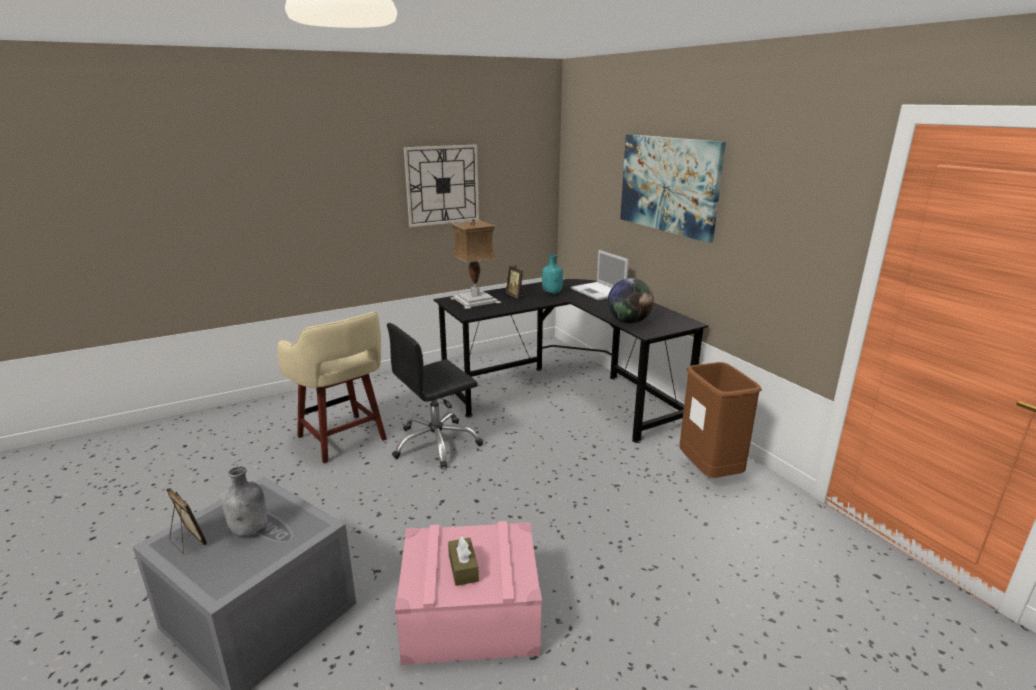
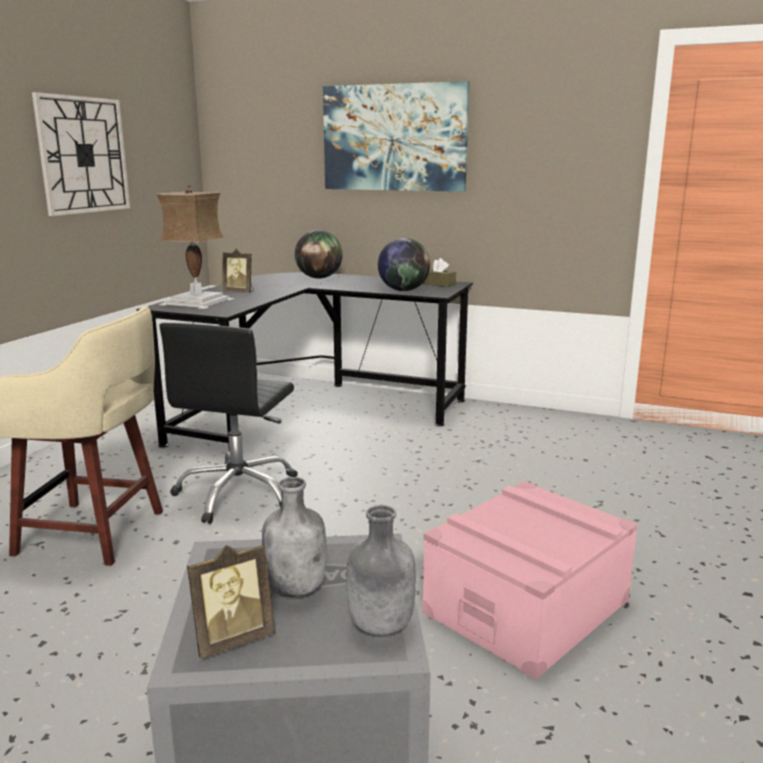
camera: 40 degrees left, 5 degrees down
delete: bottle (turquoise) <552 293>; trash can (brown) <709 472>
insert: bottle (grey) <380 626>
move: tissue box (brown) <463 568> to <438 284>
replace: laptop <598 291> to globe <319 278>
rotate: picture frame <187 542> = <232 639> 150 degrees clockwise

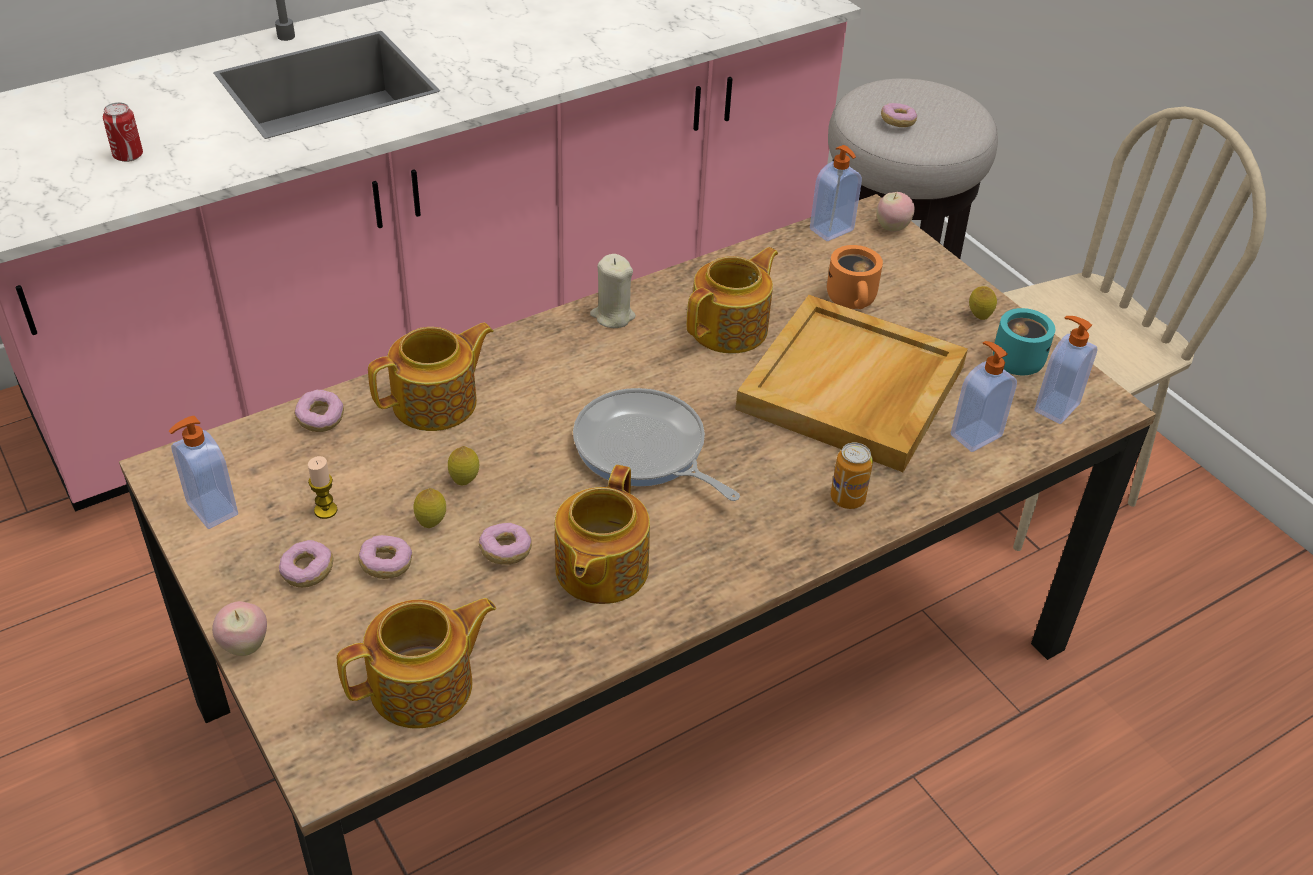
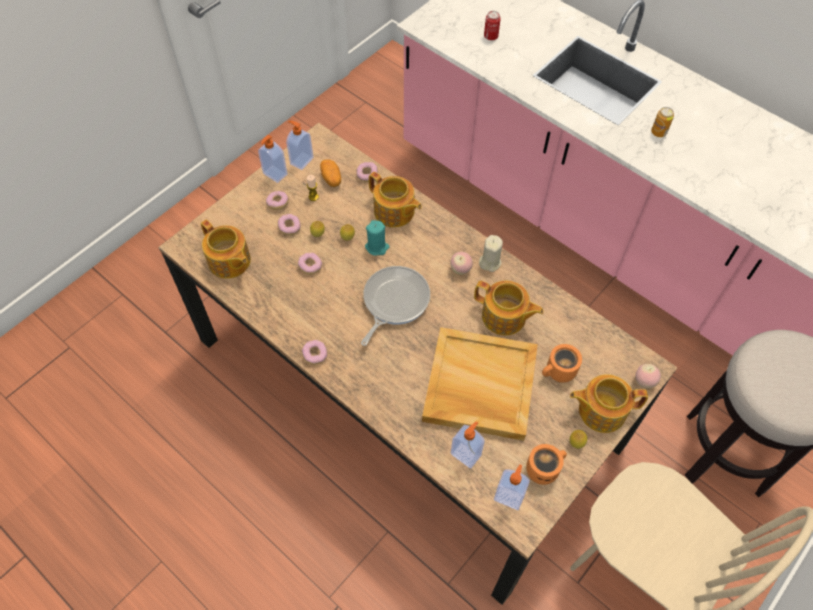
camera: 75 degrees right, 15 degrees up
insert: potato <331 178>; candle (turquoise) <377 247>
move: soap dispenser <832 230> to <274 174>; donut <897 122> to <315 355>; apple <245 646> to <460 270>; teapot <599 570> to <600 410>; can <847 498> to <658 132>
recolor: mug (turquoise) <1013 359> to mug (orange) <543 467>

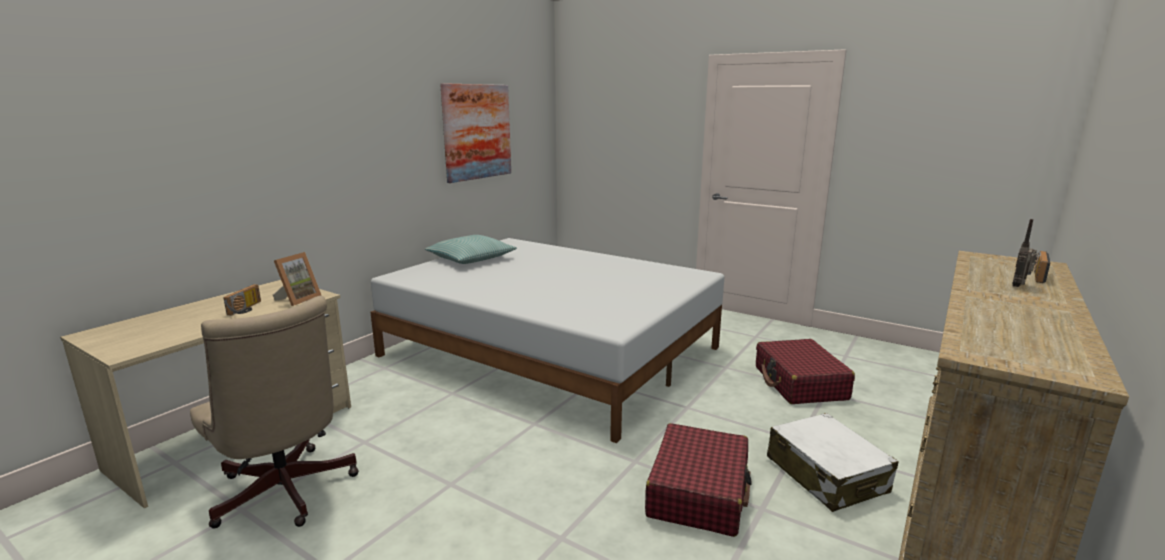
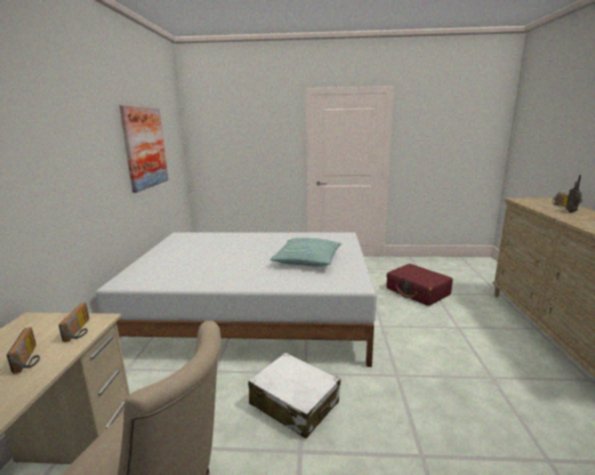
camera: 30 degrees left, 0 degrees up
delete: suitcase (red) <698 492>
move: suitcase (white) <826 475> to <294 403>; pillow <471 258> to <307 260>
replace: picture frame <298 299> to radio <80 330>

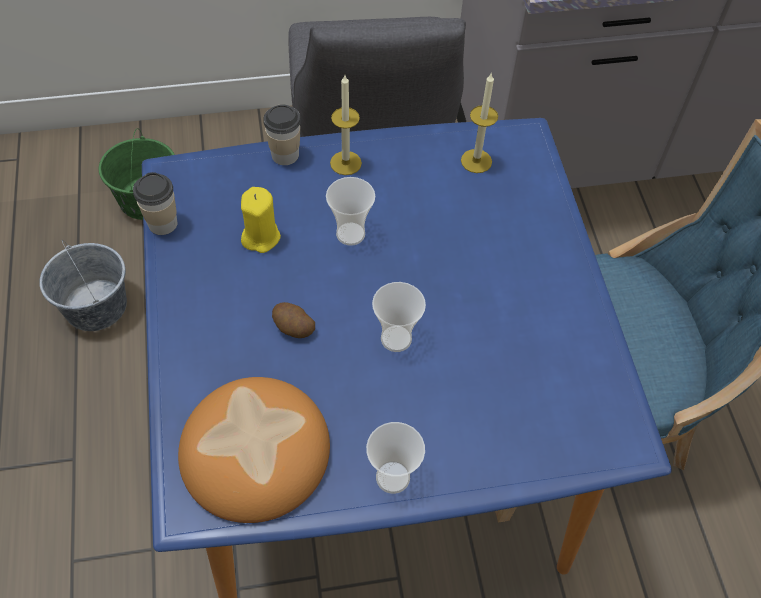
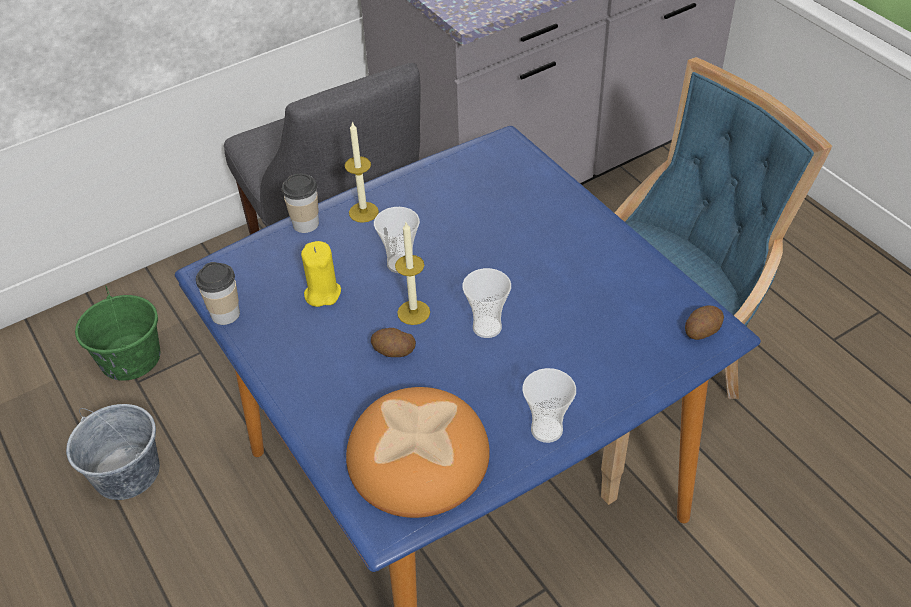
camera: 20 degrees left, 10 degrees down
insert: potato <701 330>
move: candle <476 161> to <413 312>

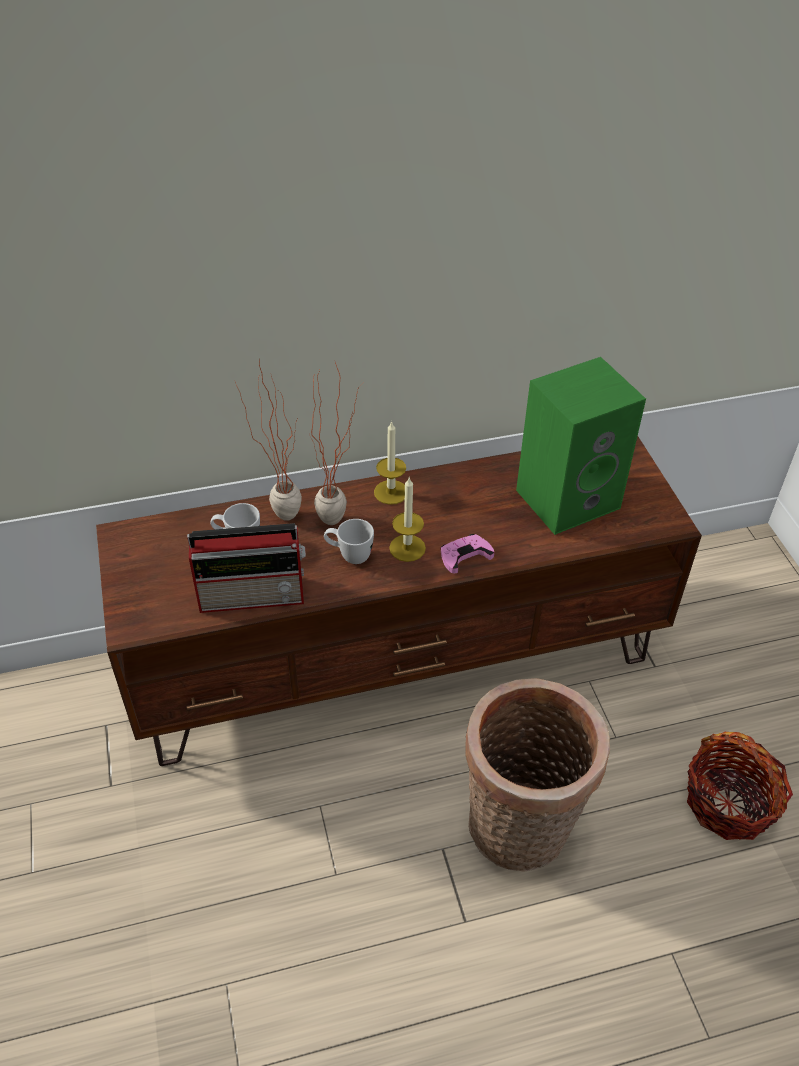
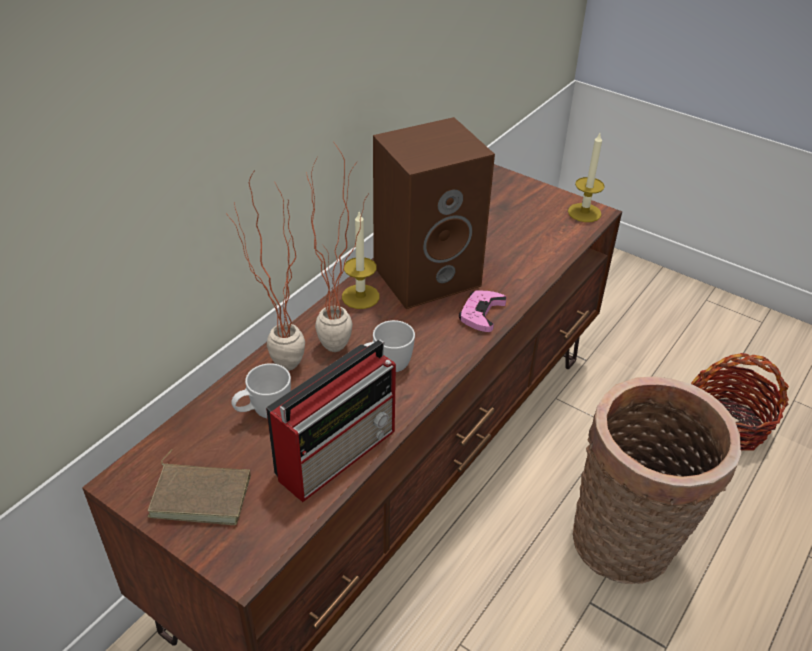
camera: 40 degrees left, 5 degrees down
delete: speaker (green) <568 497>
insert: book (brown) <202 494>; speaker (brown) <428 274>
move: candle <407 548> to <584 212>

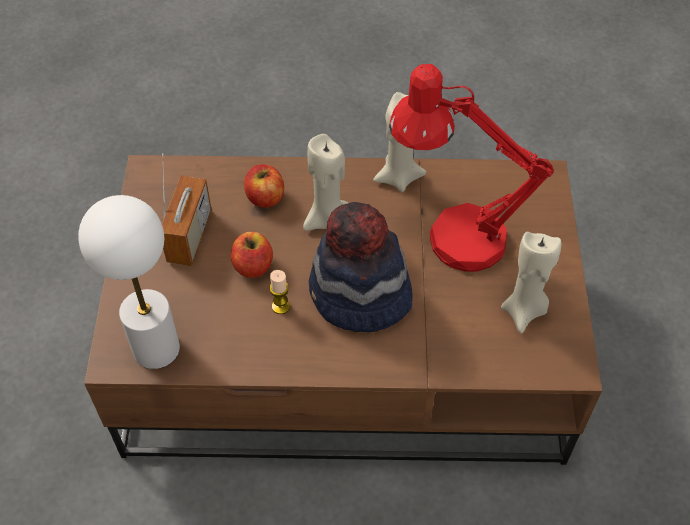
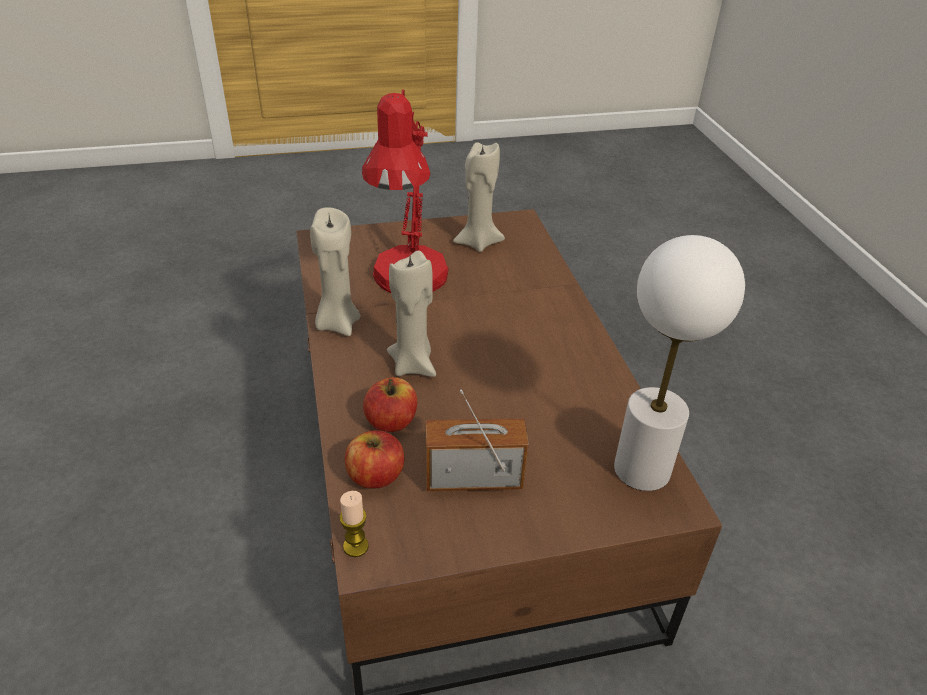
camera: 105 degrees left, 15 degrees down
delete: hat <359 296>
move: candle <280 306> to <355 546>; apple <253 266> to <375 476>

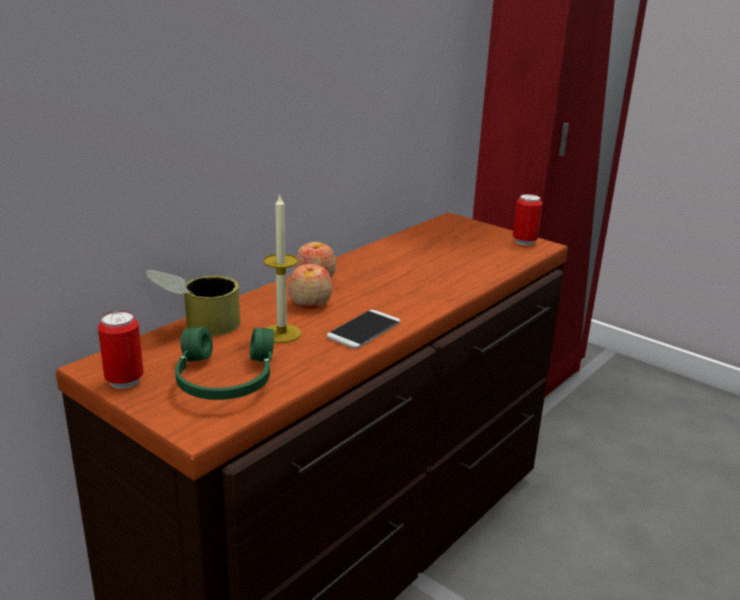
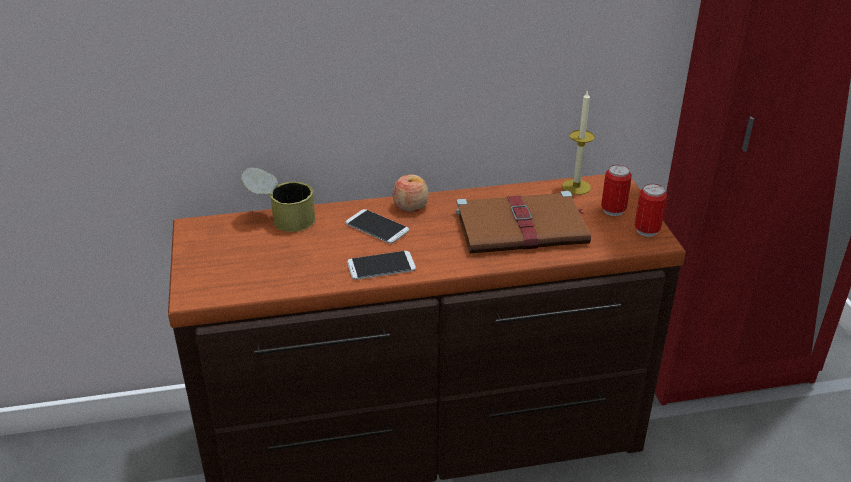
camera: 40 degrees right, 10 degrees up
delete: headphones (green) <224 380>
insert: book (brown) <523 228>
move: candle <281 333> to <576 187>; can <124 381> to <613 210>
replace: apple <310 303> to phone <377 227>

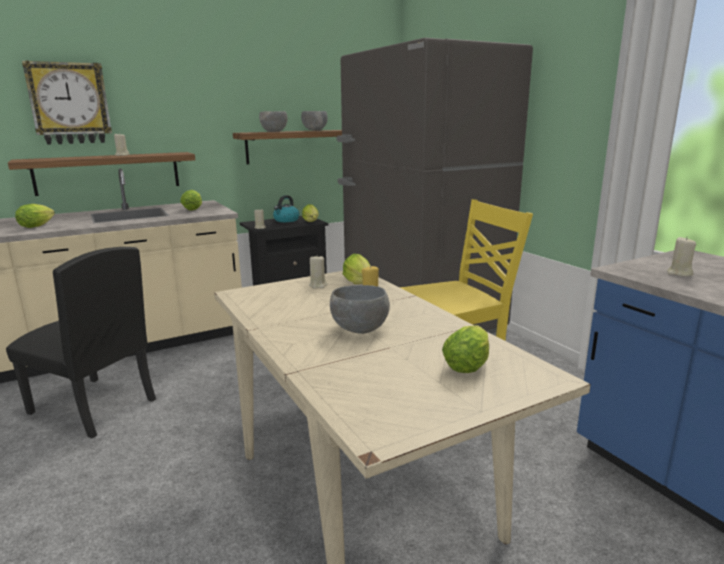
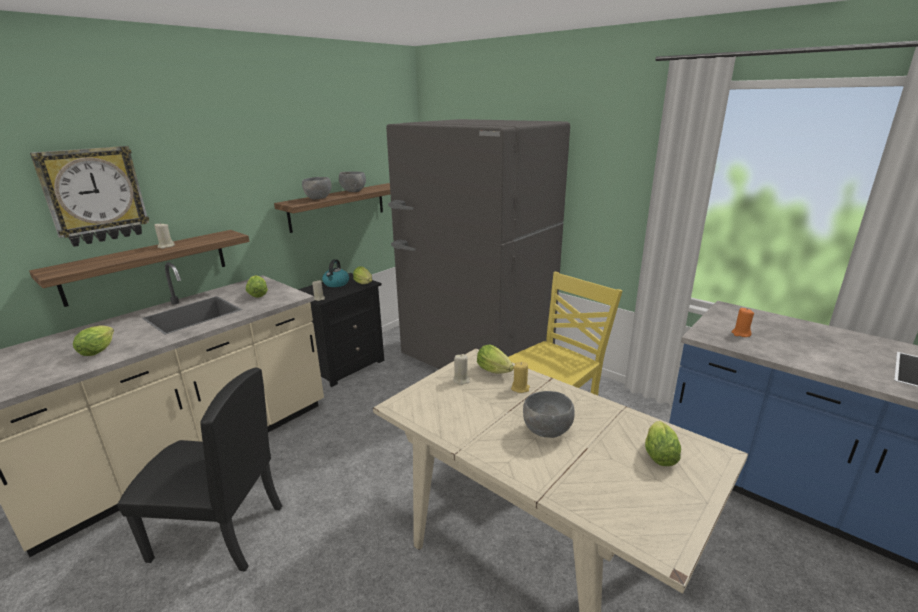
camera: 20 degrees left, 5 degrees up
recolor: candle (beige) <679 273> to candle (orange) <740 334>

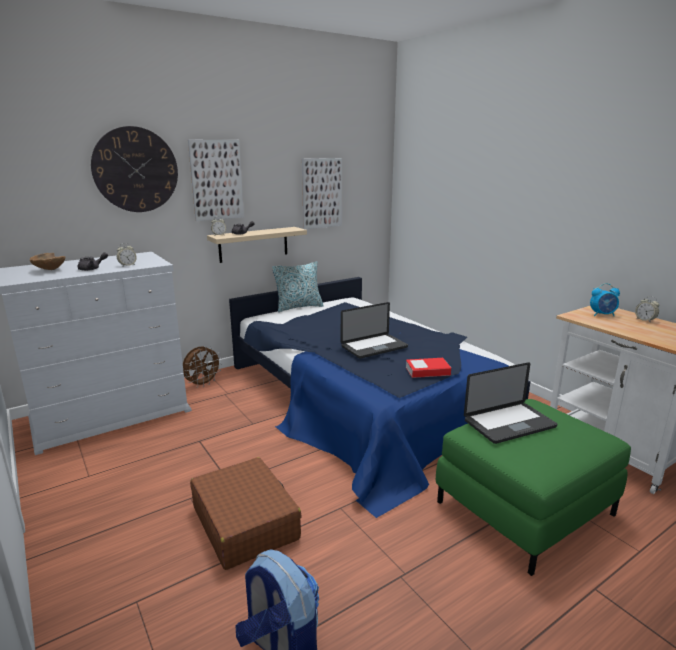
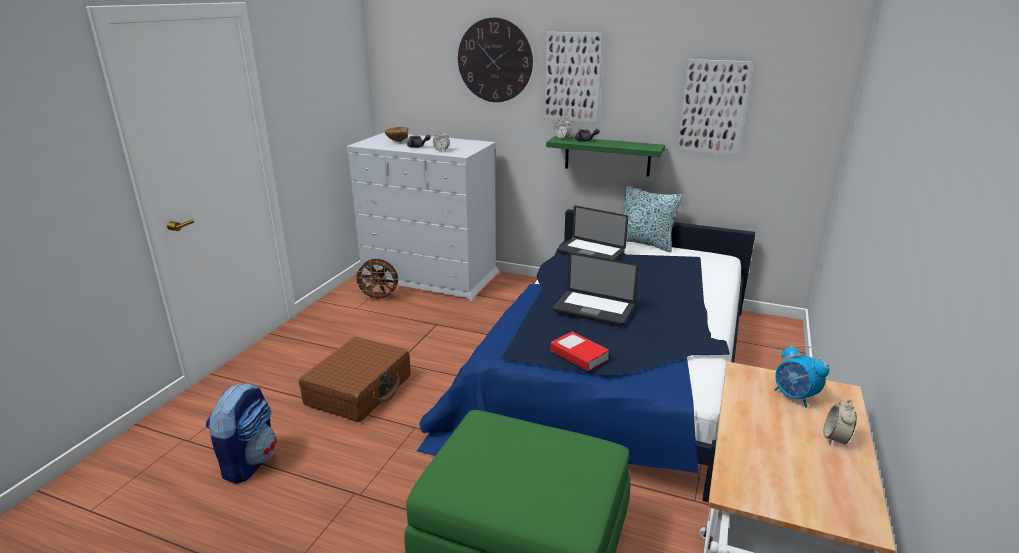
camera: 55 degrees right, 5 degrees up
move: fan (brown) <203 384> to <379 299>; laptop <509 424> to <590 252>
recolor: shelf (beige) <253 244> to shelf (green) <607 156>

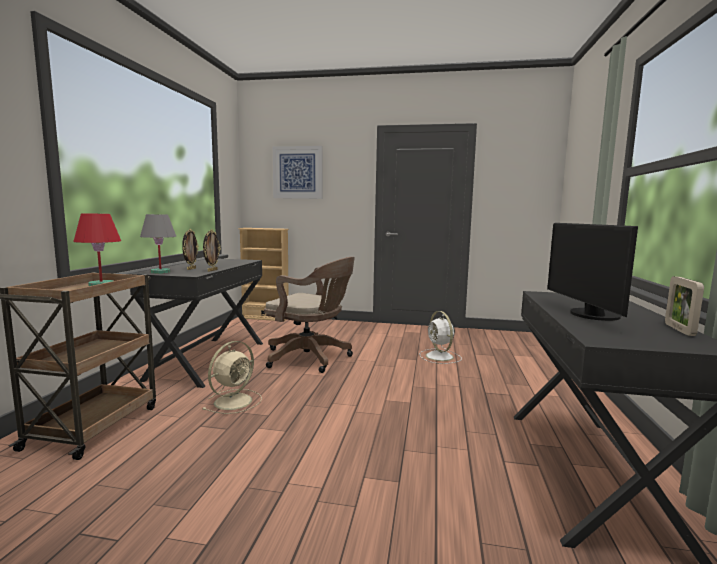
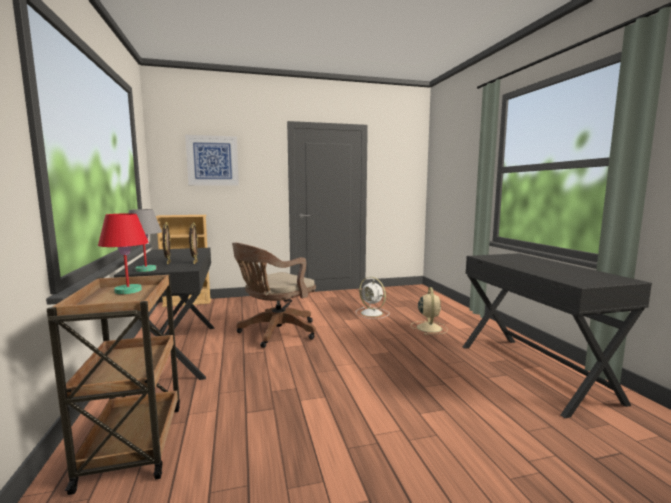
camera: 25 degrees left, 0 degrees up
delete: monitor <589 315>; picture frame <679 329>
move: fan (beige) <234 401> to <429 327>
rotate: office chair (brown) <311 358> = <275 333> 135 degrees clockwise

